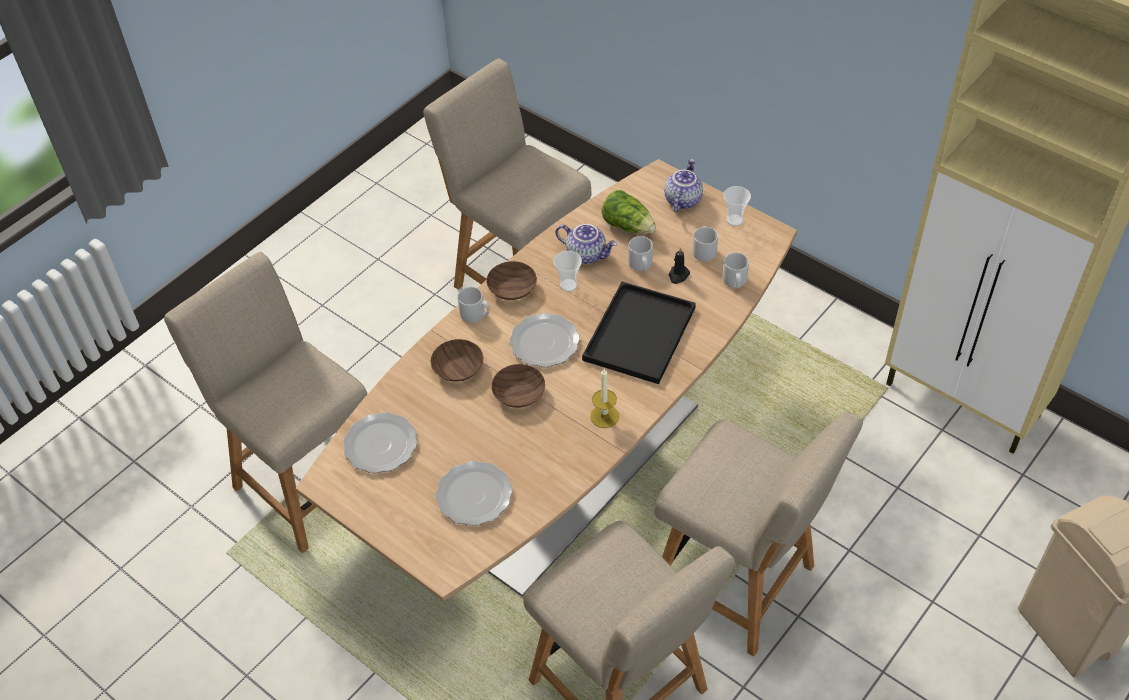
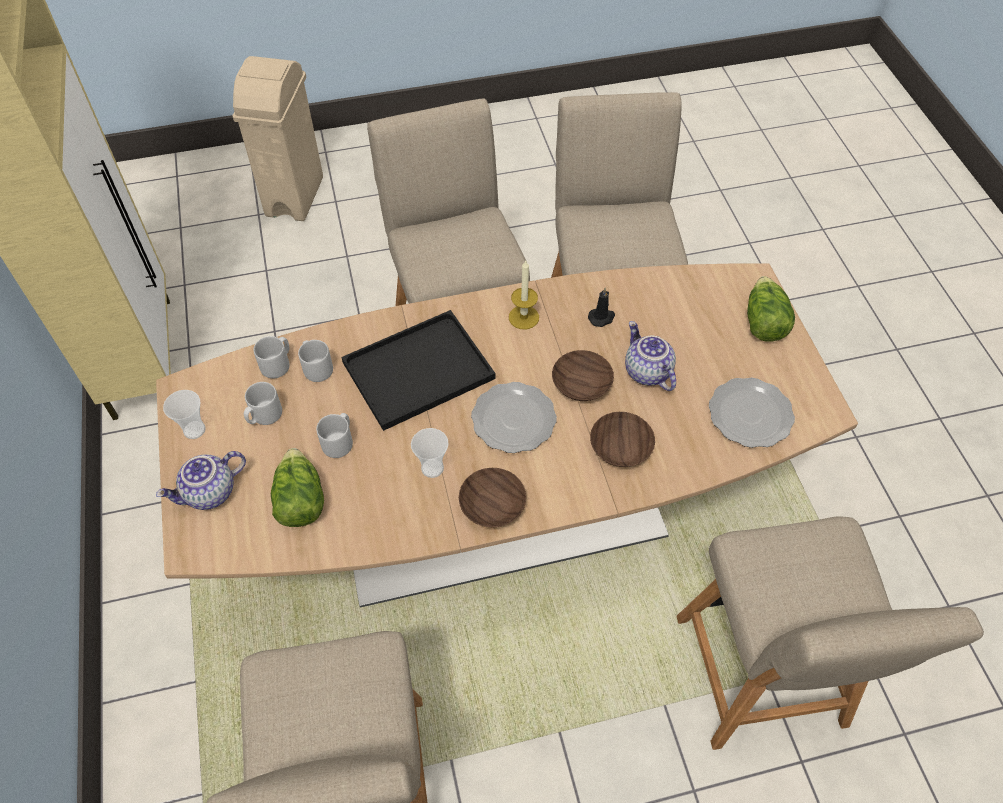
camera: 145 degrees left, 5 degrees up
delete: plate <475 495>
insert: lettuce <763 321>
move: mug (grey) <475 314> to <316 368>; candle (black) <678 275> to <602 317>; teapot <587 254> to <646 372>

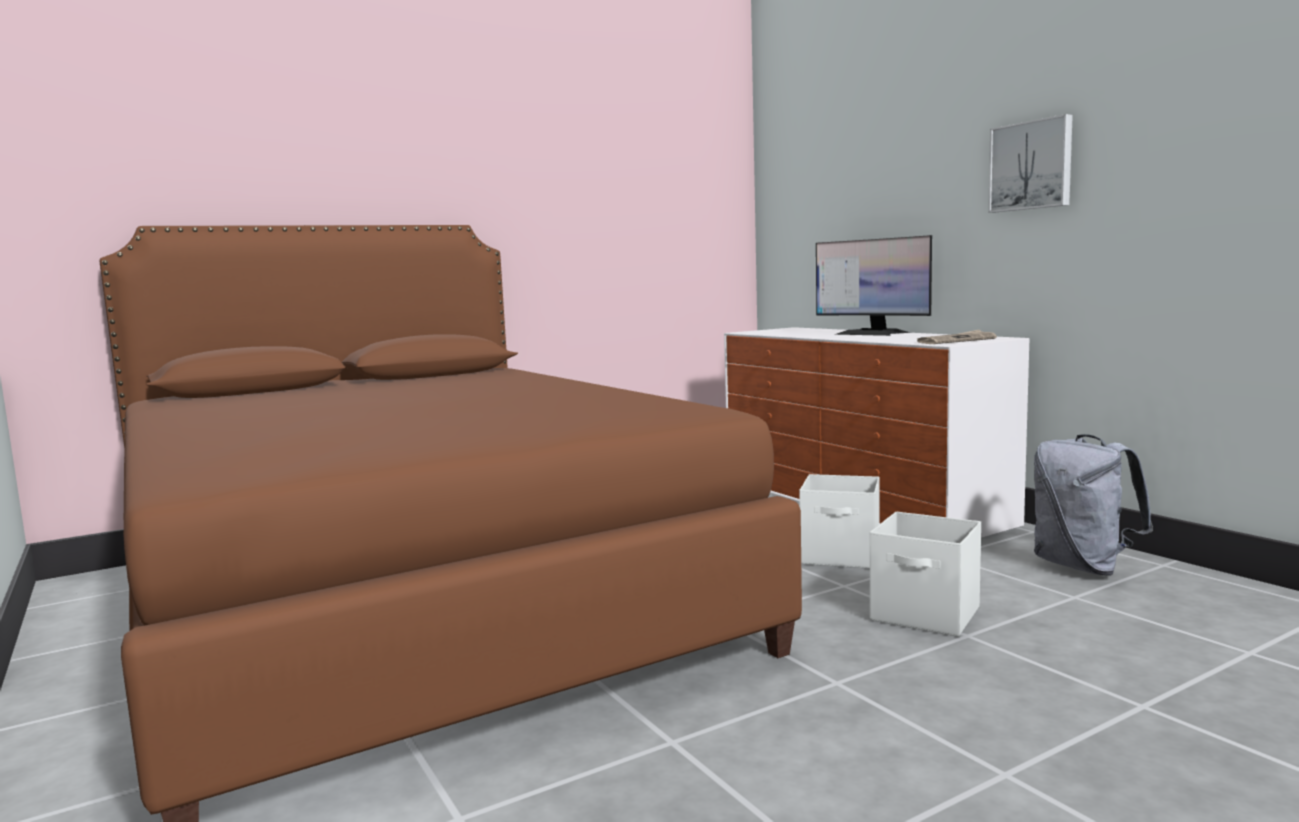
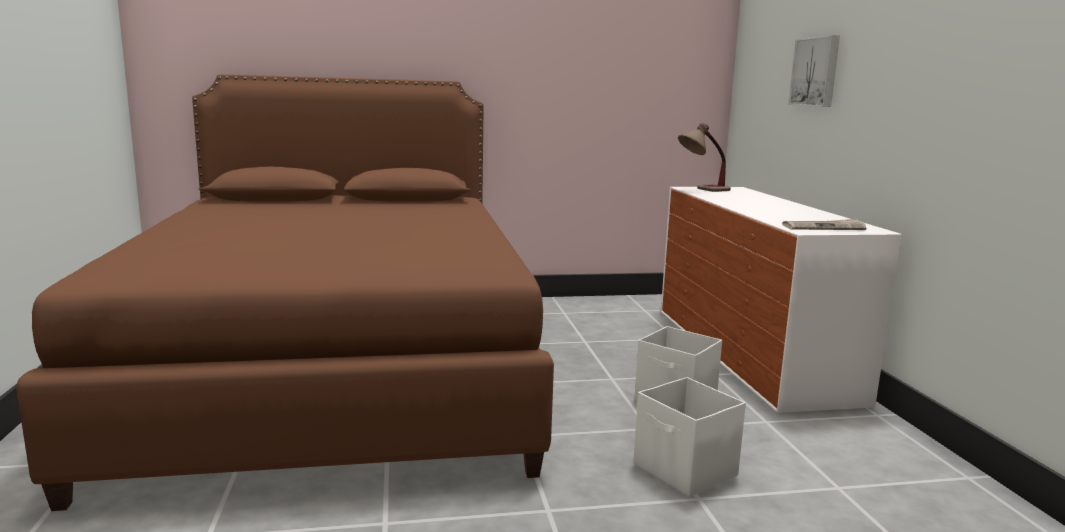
camera: 20 degrees right, 5 degrees up
delete: monitor <872 333>; backpack (grey) <1083 567>
insert: table lamp <701 190>
move: picture <1031 165> to <816 72>

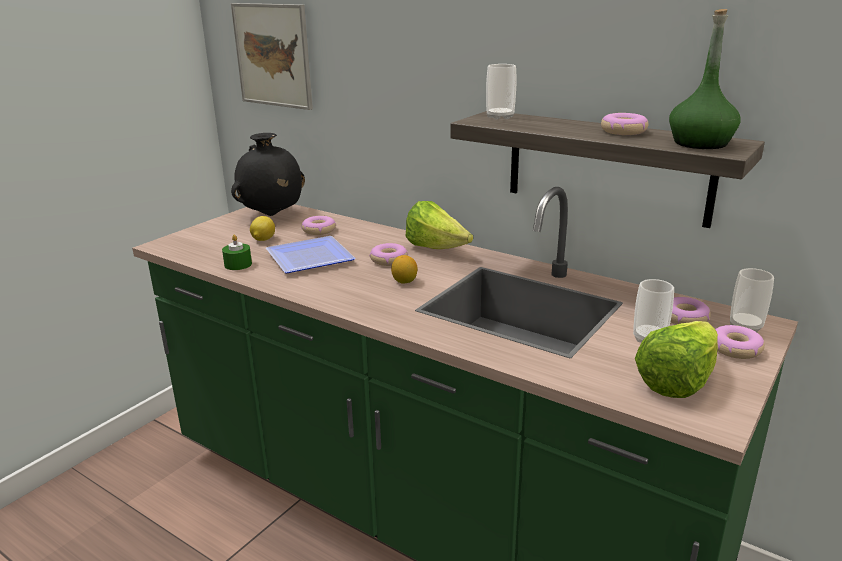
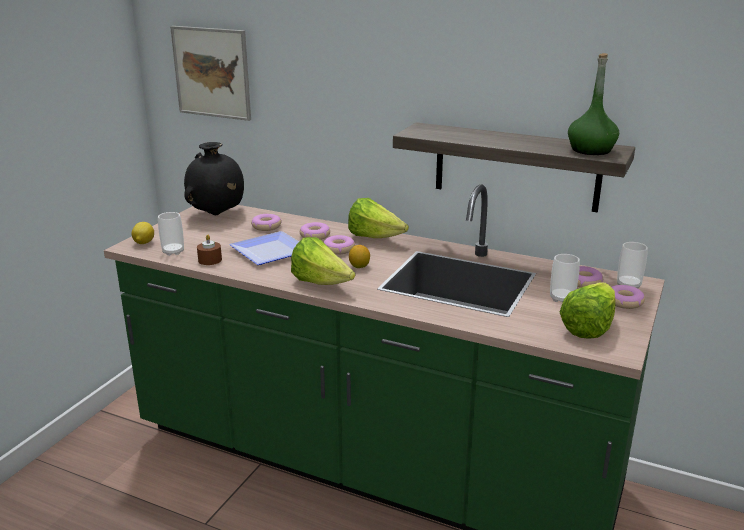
camera: 10 degrees left, 0 degrees up
insert: lettuce <321 283>
move: lemon <263 240> to <143 243>; cup <500 117> to <173 252>; donut <623 131> to <315 236>
recolor: candle (green) <238 264> to candle (brown) <210 260>

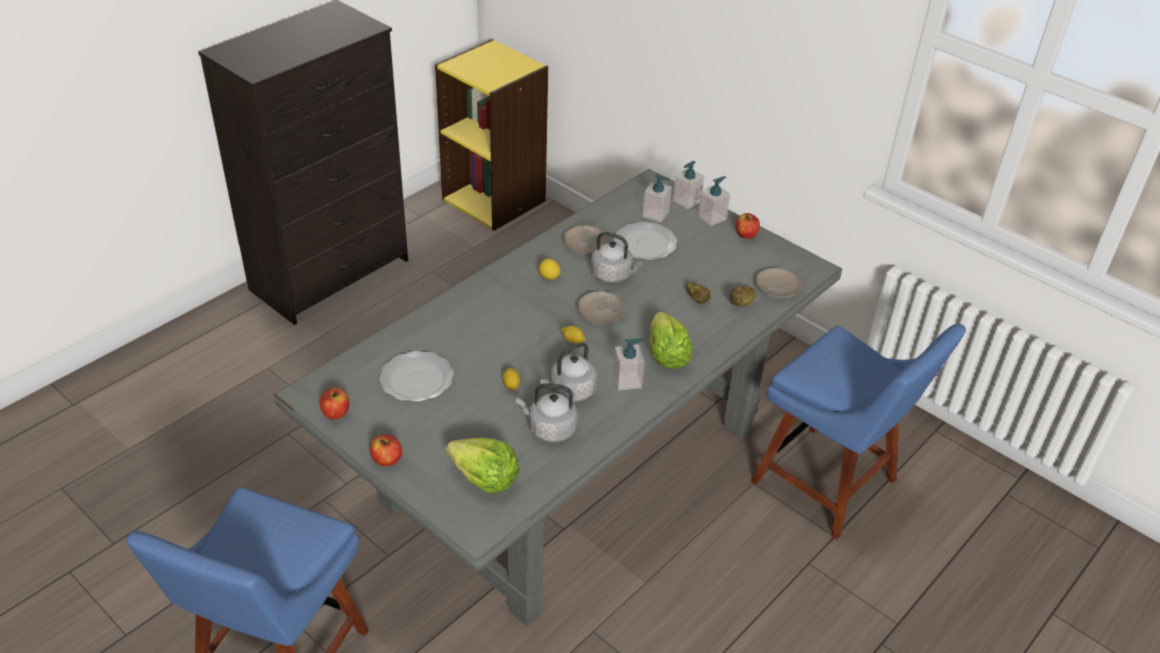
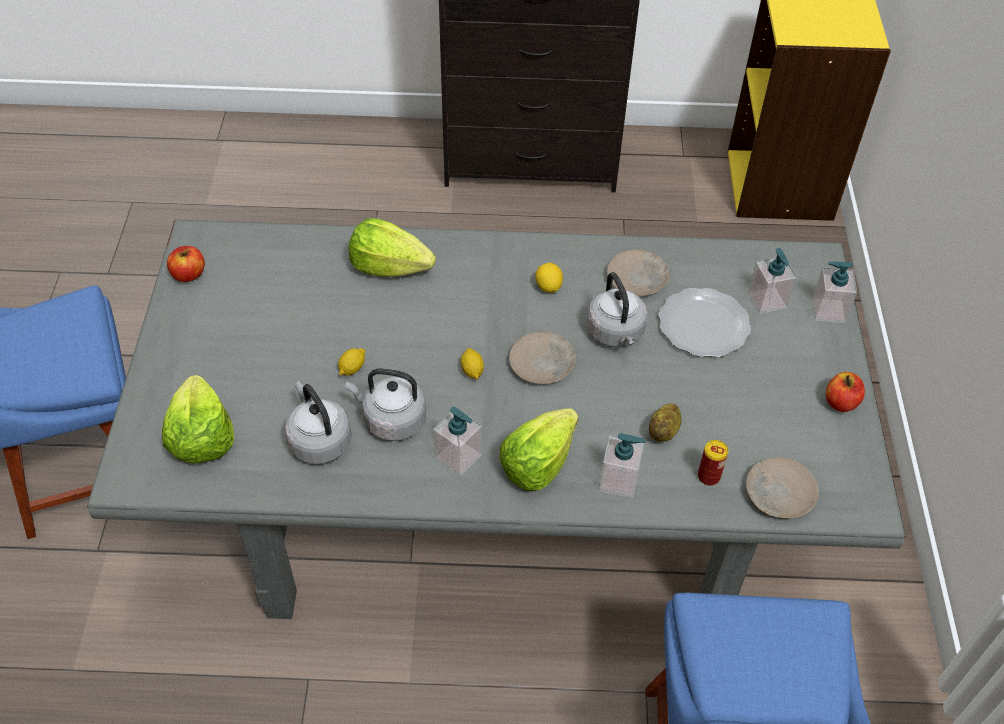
camera: 50 degrees right, 10 degrees up
delete: apple <387 459>; plate <416 380>
insert: lettuce <389 267>
move: soap dispenser <712 217> to <619 481>
replace: potato <741 303> to can <708 476>

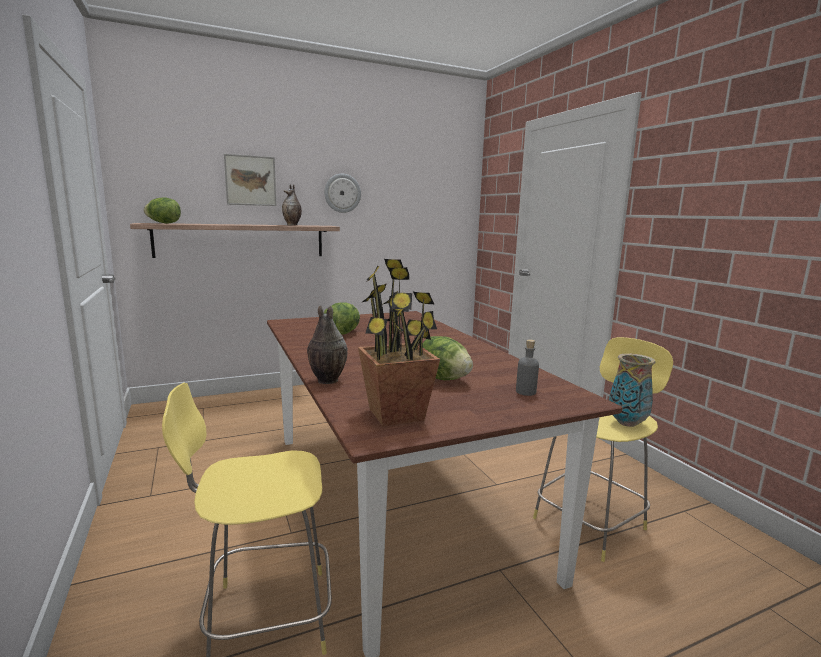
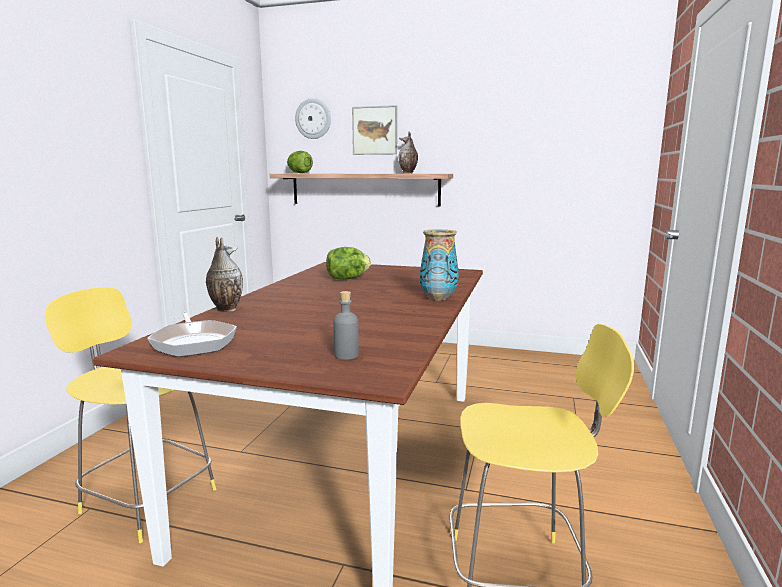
camera: 40 degrees right, 0 degrees up
delete: lettuce <443 379>
move: wall clock <342 193> to <313 119>; vase <627 423> to <438 298>
replace: potted plant <397 414> to frying pan <194 342>

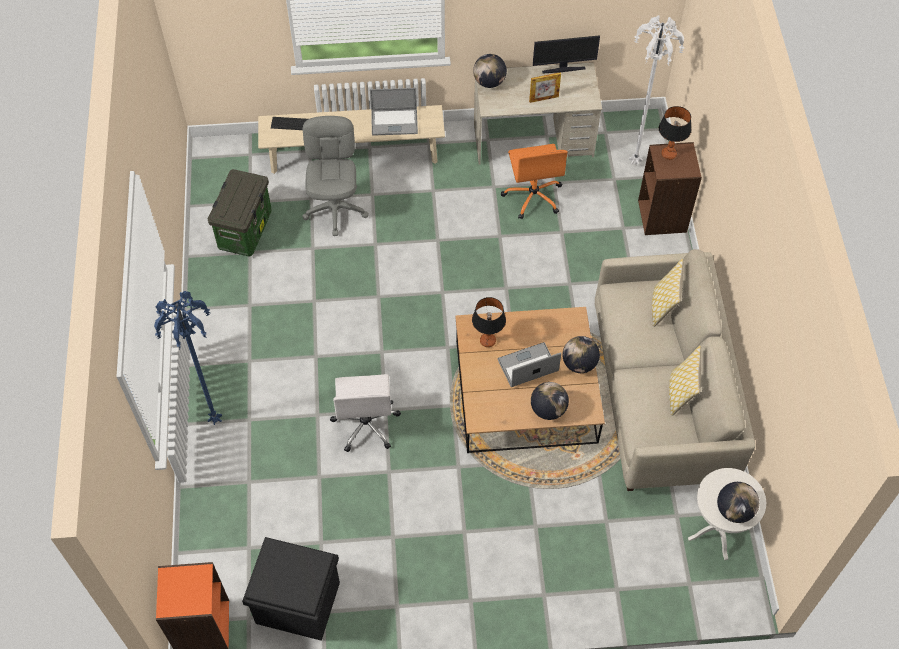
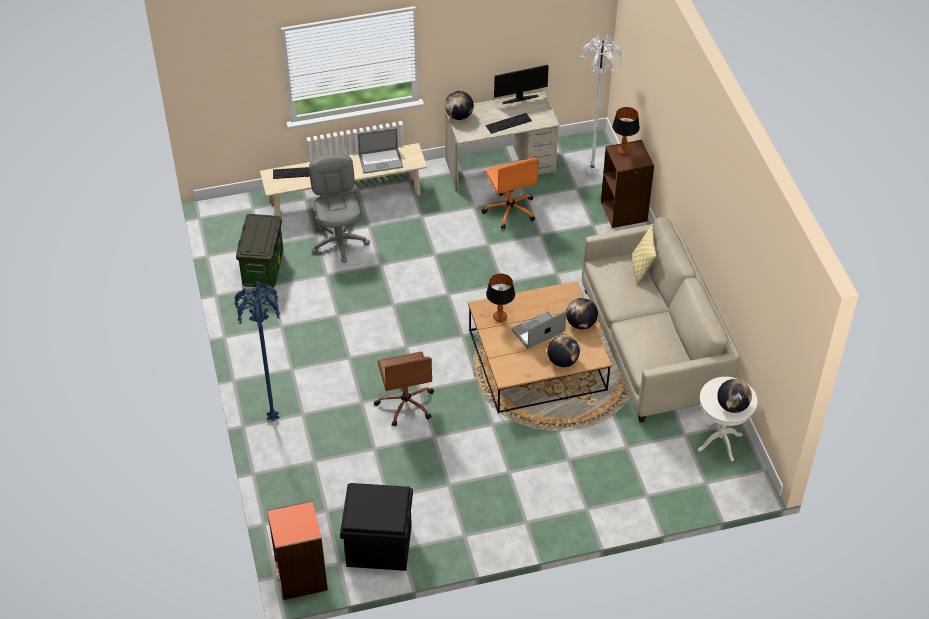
camera: 10 degrees left, 10 degrees down
delete: pillow <680 393>
replace: picture frame <544 99> to keyboard <508 123>
recolor: office chair (white) <366 424> to office chair (brown) <406 403>

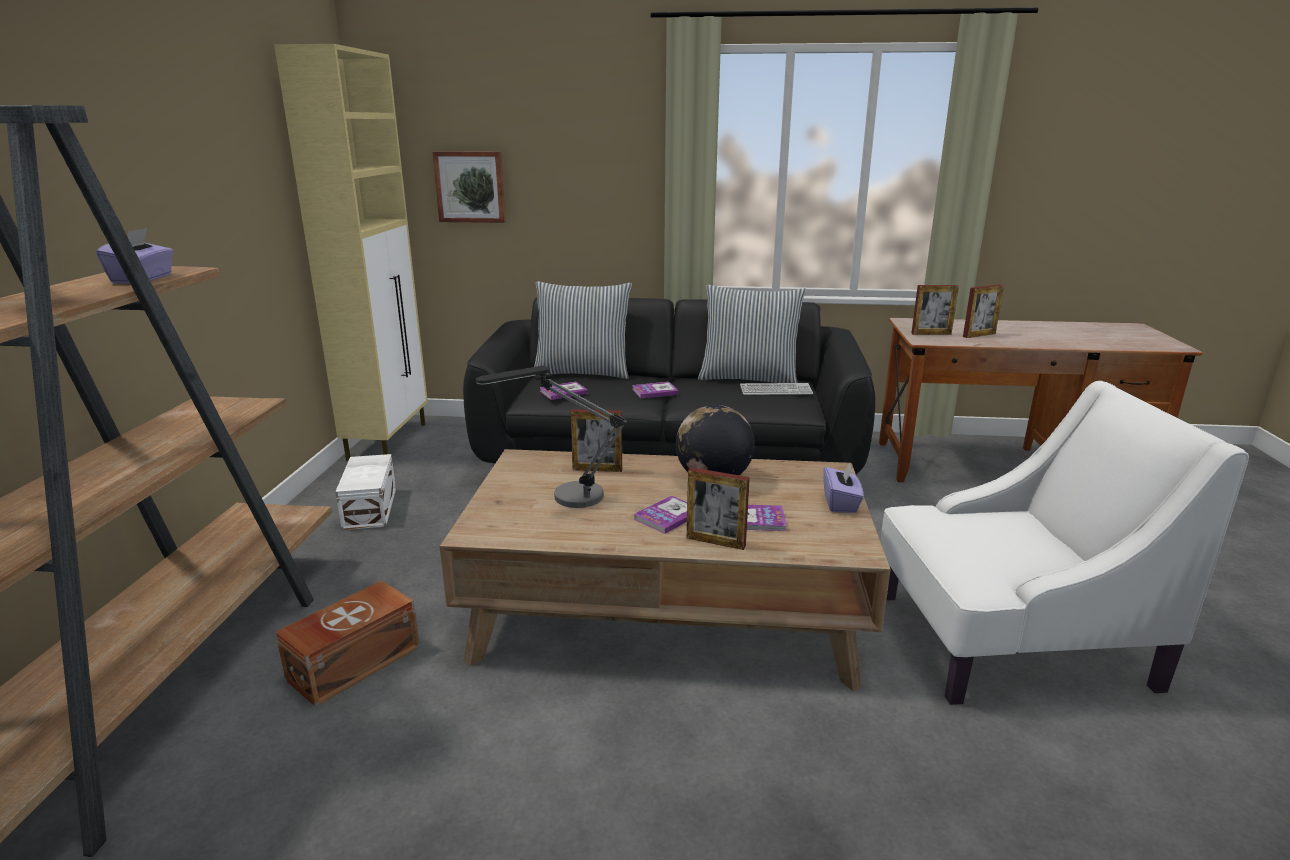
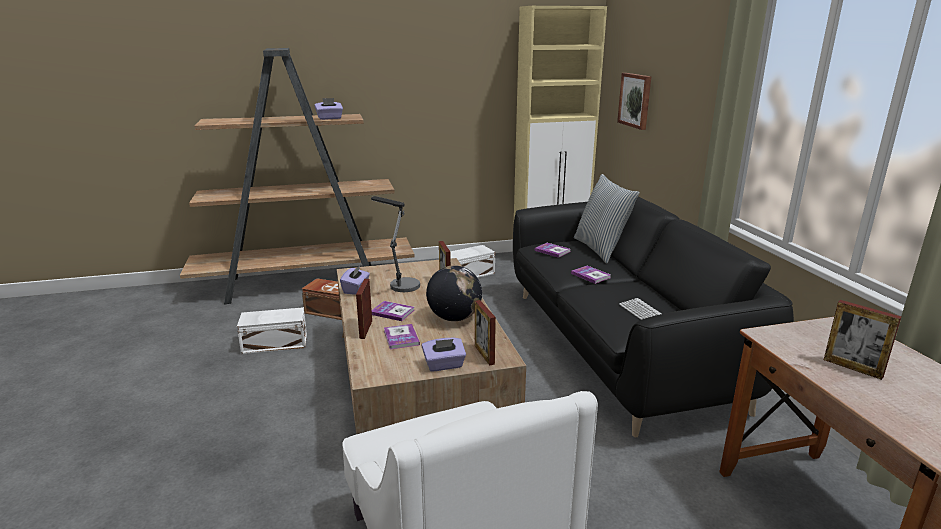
camera: 70 degrees right, 0 degrees up
delete: pillow <749 378>
insert: storage box (white) <274 343>; tissue box (purple) <356 289>
move: picture frame <931 334> to <484 355>

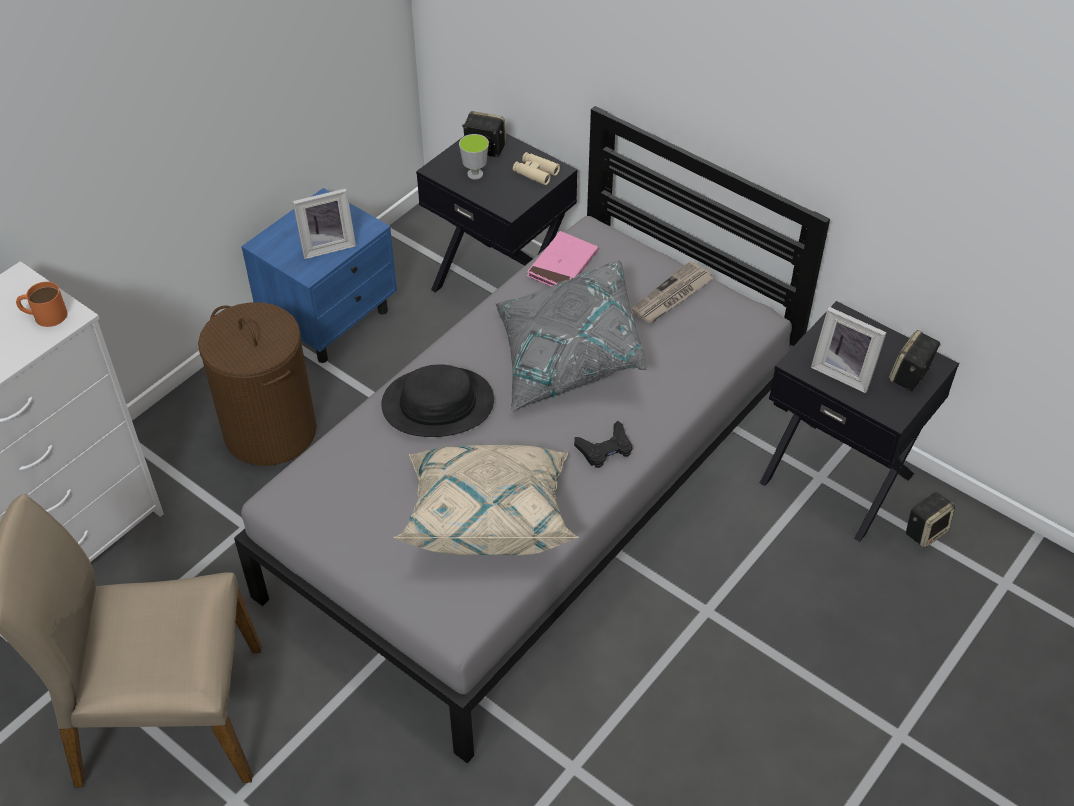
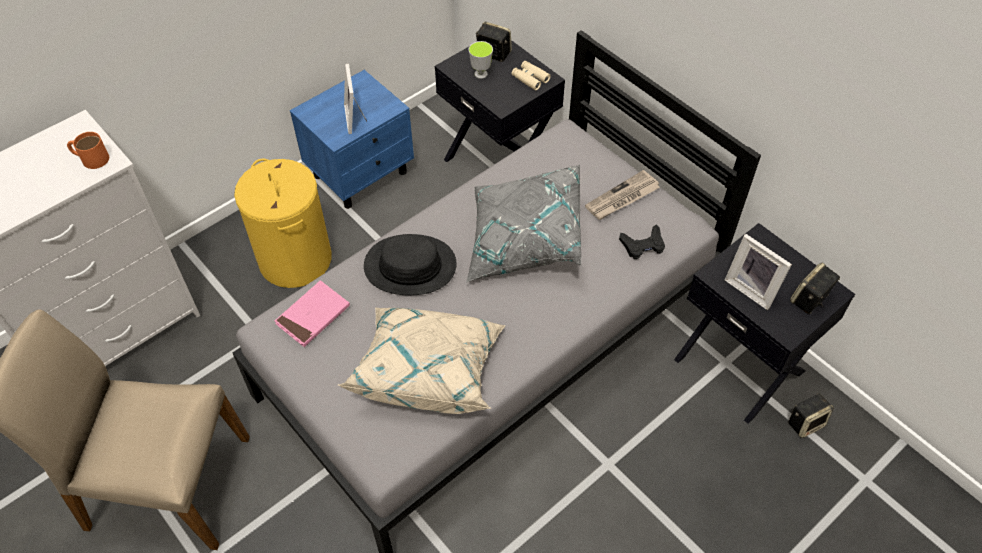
camera: 10 degrees right, 5 degrees up
move: book (pink) <562 265> to <313 315>; game controller (black) <605 449> to <643 245>
recolor: laundry basket (brown) <269 431> to laundry basket (yellow) <295 259>
rotate: picture frame <327 245> = <356 118> 90 degrees clockwise

